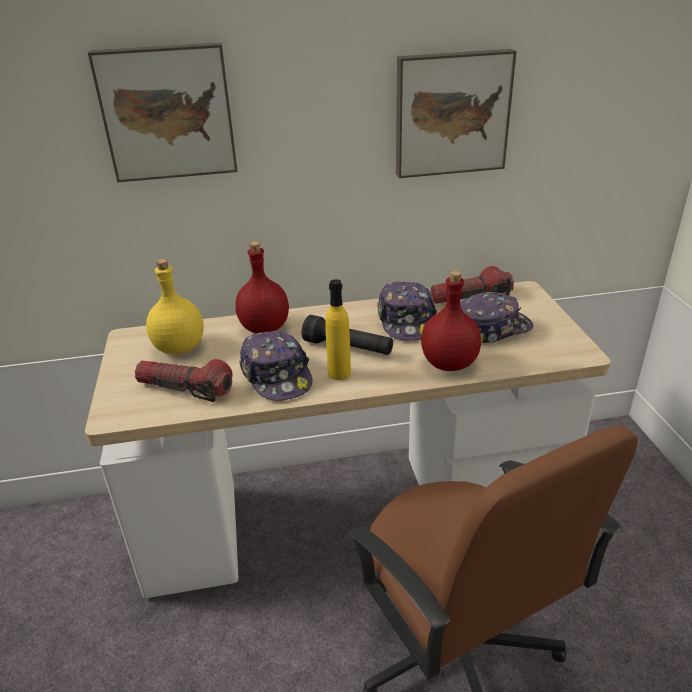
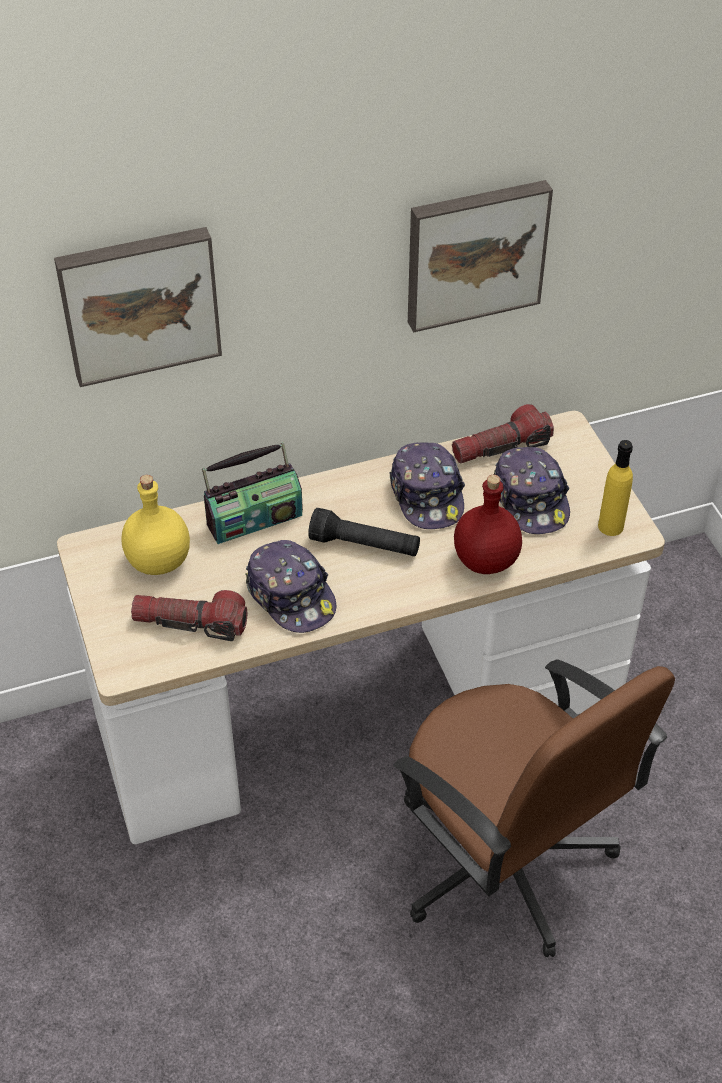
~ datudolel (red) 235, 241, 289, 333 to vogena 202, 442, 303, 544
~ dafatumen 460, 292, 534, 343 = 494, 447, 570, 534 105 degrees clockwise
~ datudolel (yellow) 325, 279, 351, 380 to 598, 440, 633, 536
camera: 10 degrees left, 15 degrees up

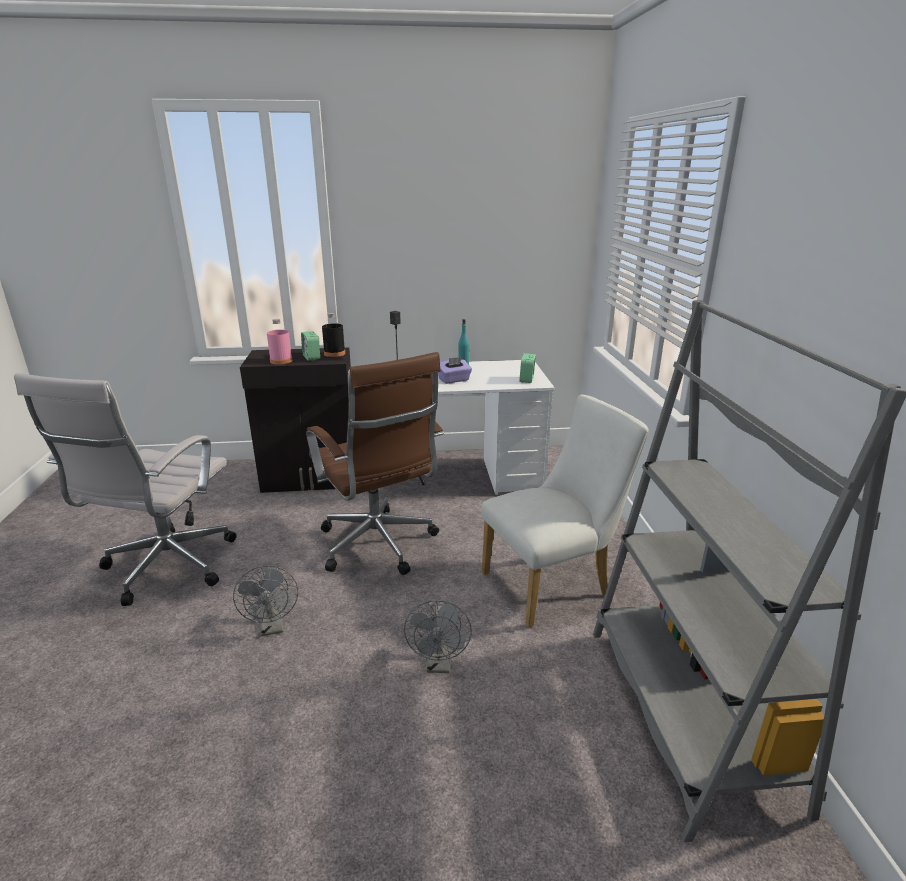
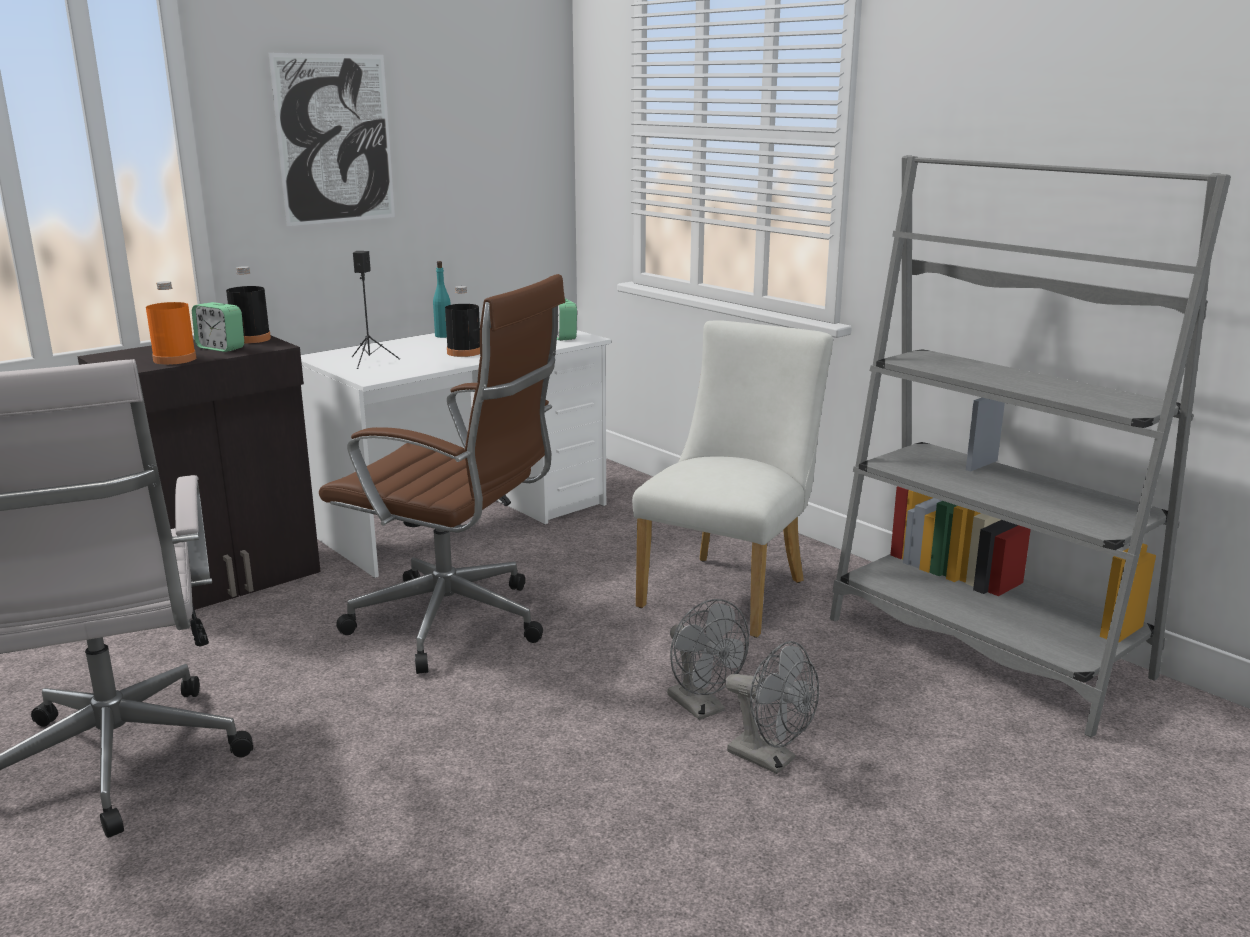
~ datudolel (pink) 267, 319, 293, 365 to datudolel (orange) 146, 281, 196, 365
+ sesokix 269, 53, 395, 226
~ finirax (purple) 438, 357, 472, 384 to datudolel (black) 445, 286, 480, 357
~ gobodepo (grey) 233, 566, 298, 636 to 725, 641, 819, 774
camera: 35 degrees left, 5 degrees down

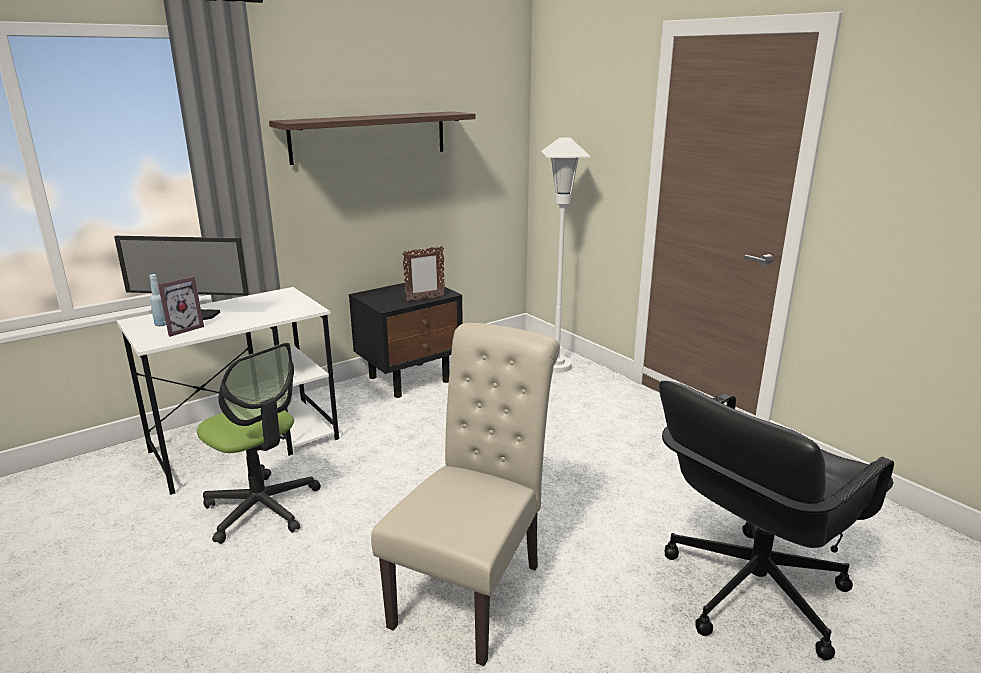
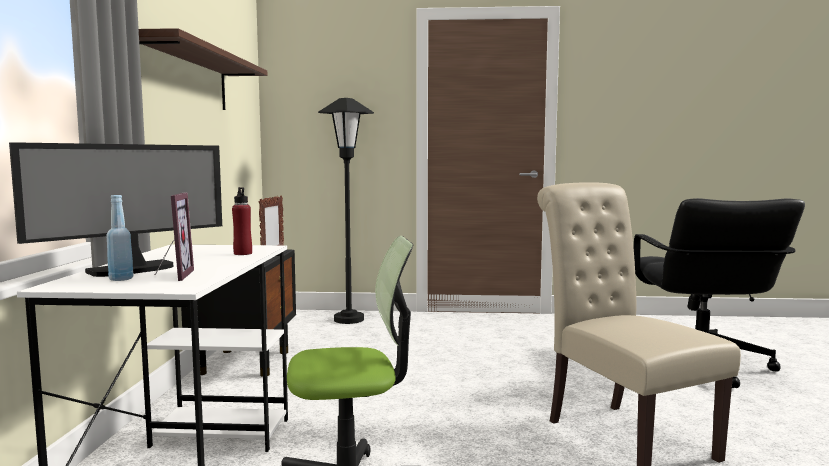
+ datudolel (red) 232, 187, 252, 255
~ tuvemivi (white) 541, 138, 591, 373 to tuvemivi (black) 318, 98, 374, 324
camera: 50 degrees left, 15 degrees down

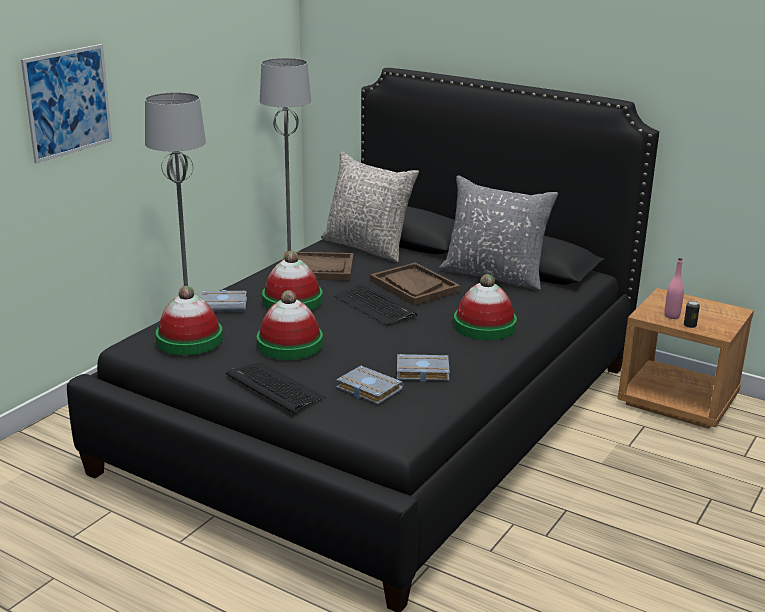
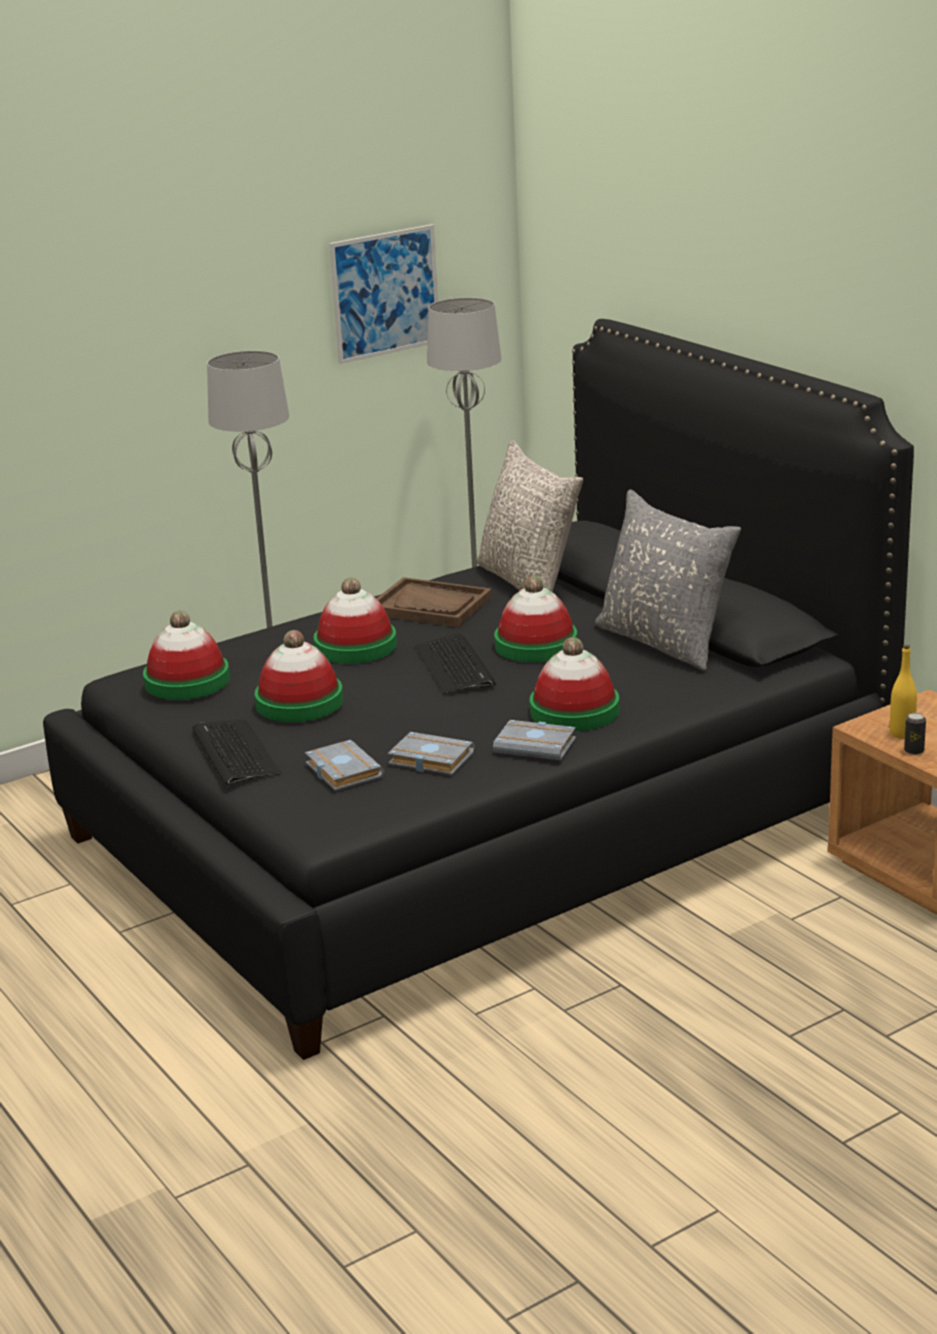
~ sesokix 21, 44, 112, 163 to 329, 224, 438, 364
~ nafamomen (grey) 200, 290, 247, 312 to 493, 720, 576, 760
~ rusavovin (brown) 370, 263, 460, 306 to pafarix 494, 576, 577, 662
~ datudolel (pink) 664, 258, 684, 319 to datudolel (yellow) 890, 645, 917, 739
camera: 25 degrees right, 0 degrees up

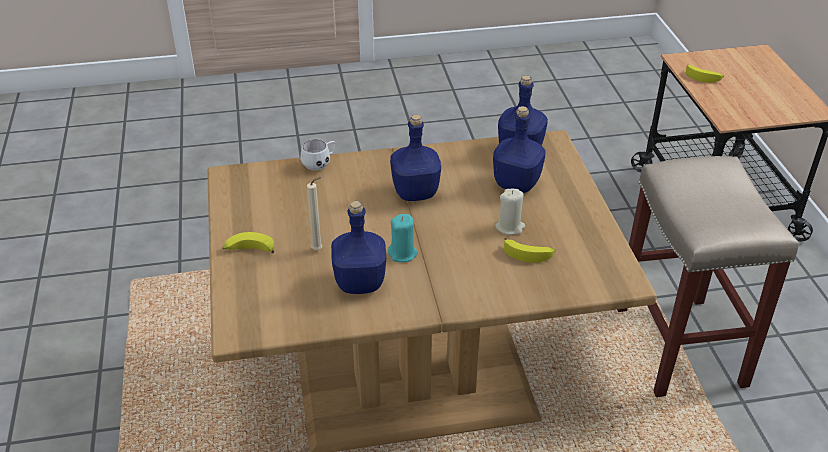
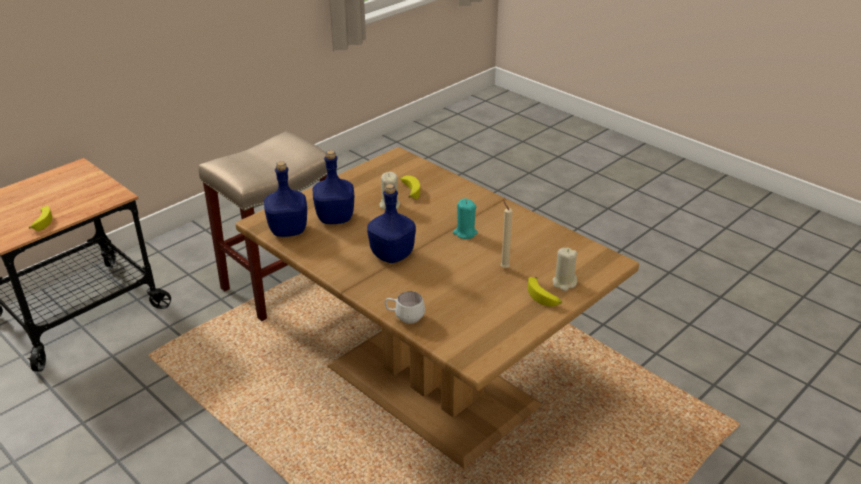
+ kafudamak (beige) 552, 248, 577, 291
- datudolel (blue) 331, 201, 386, 294
camera: 125 degrees left, 5 degrees down

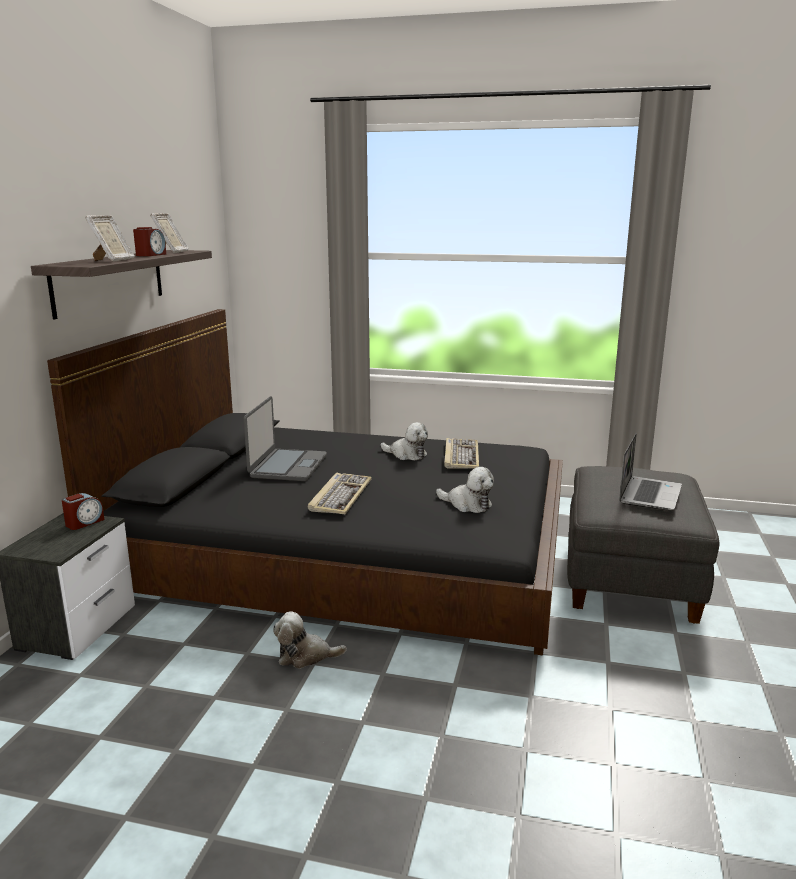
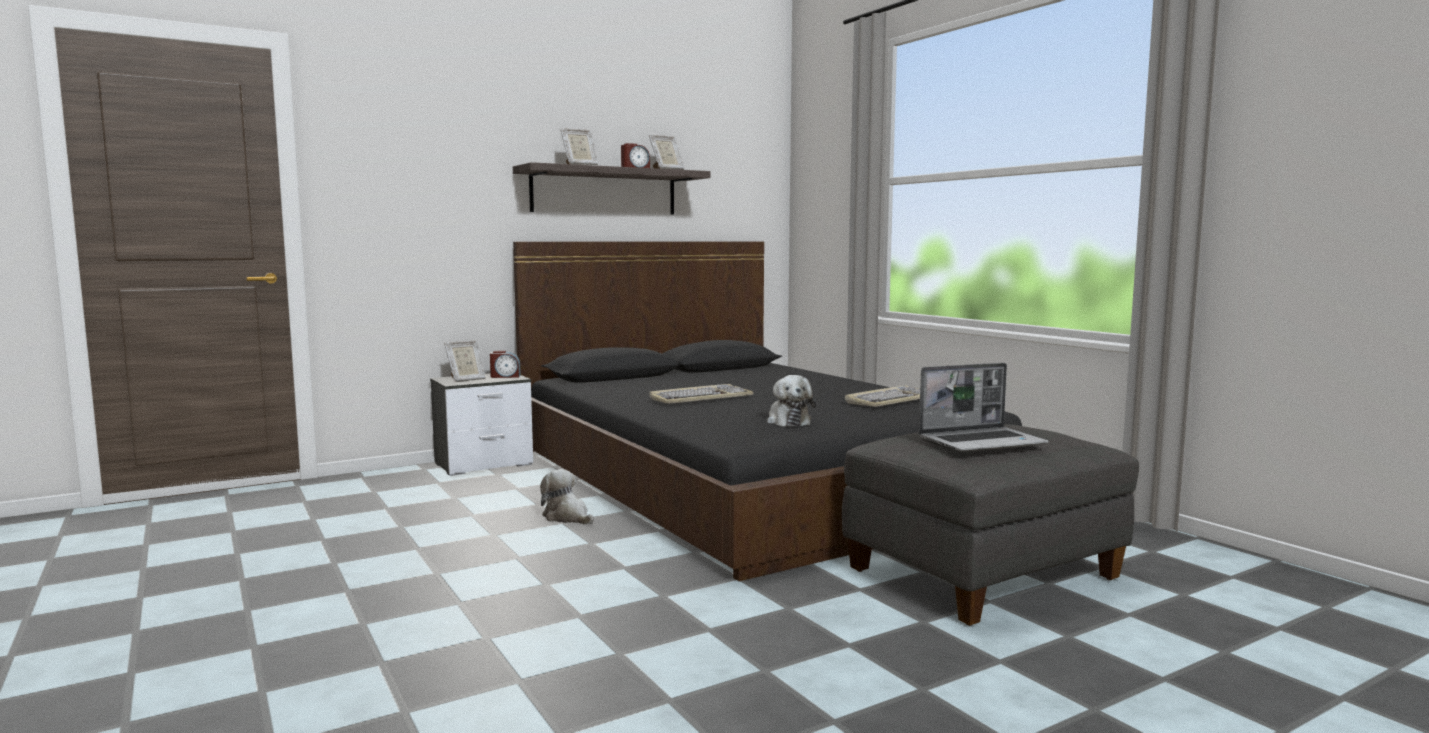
+ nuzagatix 444, 340, 485, 382
- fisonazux 244, 396, 327, 481
- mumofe 381, 422, 428, 460
camera: 45 degrees right, 10 degrees down

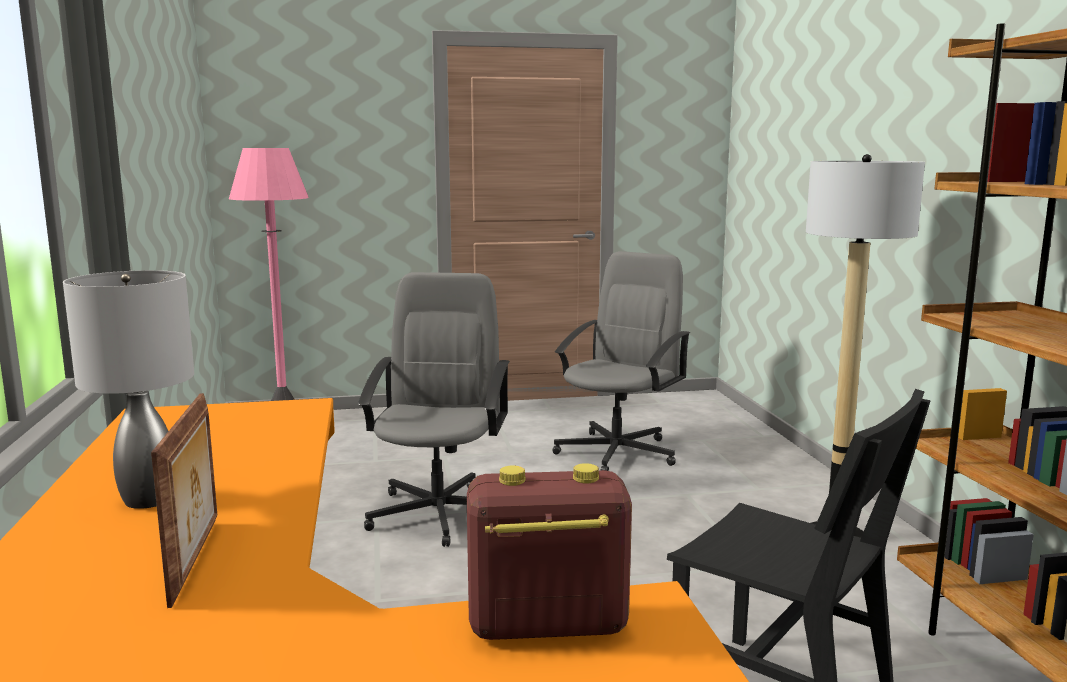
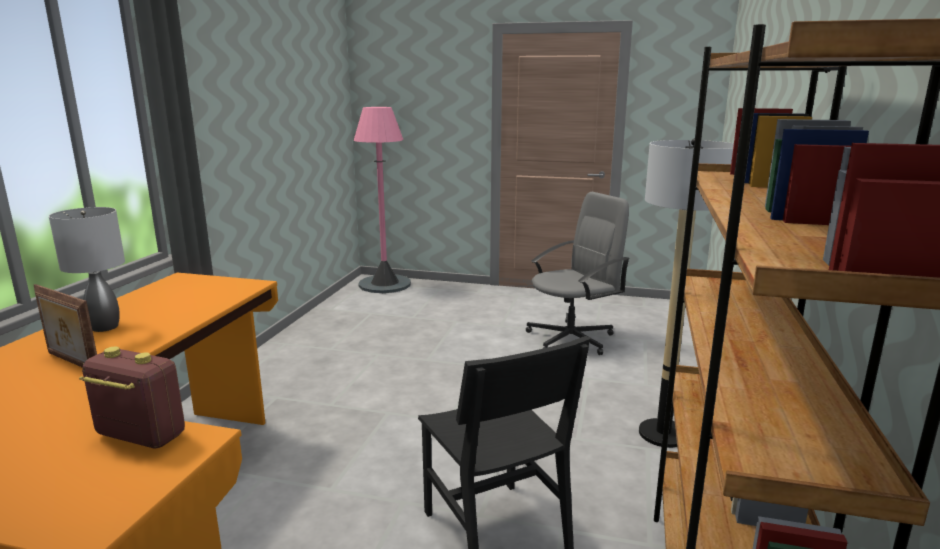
~ nuzagatix 151, 393, 217, 608 = 34, 284, 97, 368 105 degrees clockwise
- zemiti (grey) 358, 272, 510, 547
camera: 25 degrees right, 5 degrees up

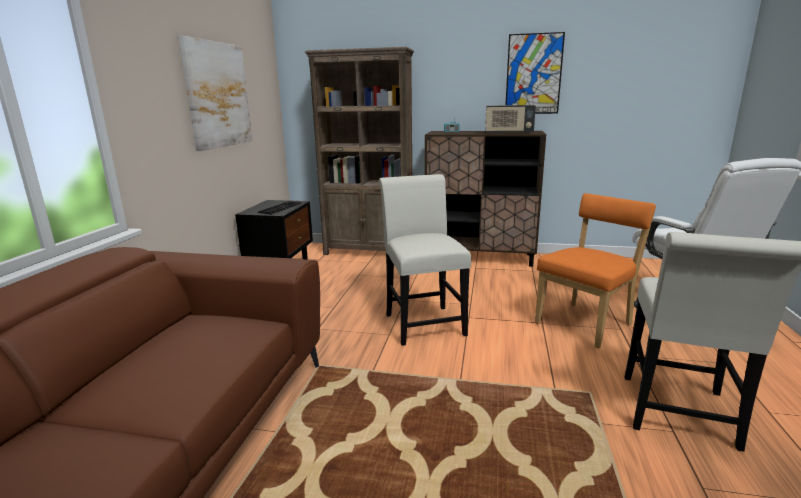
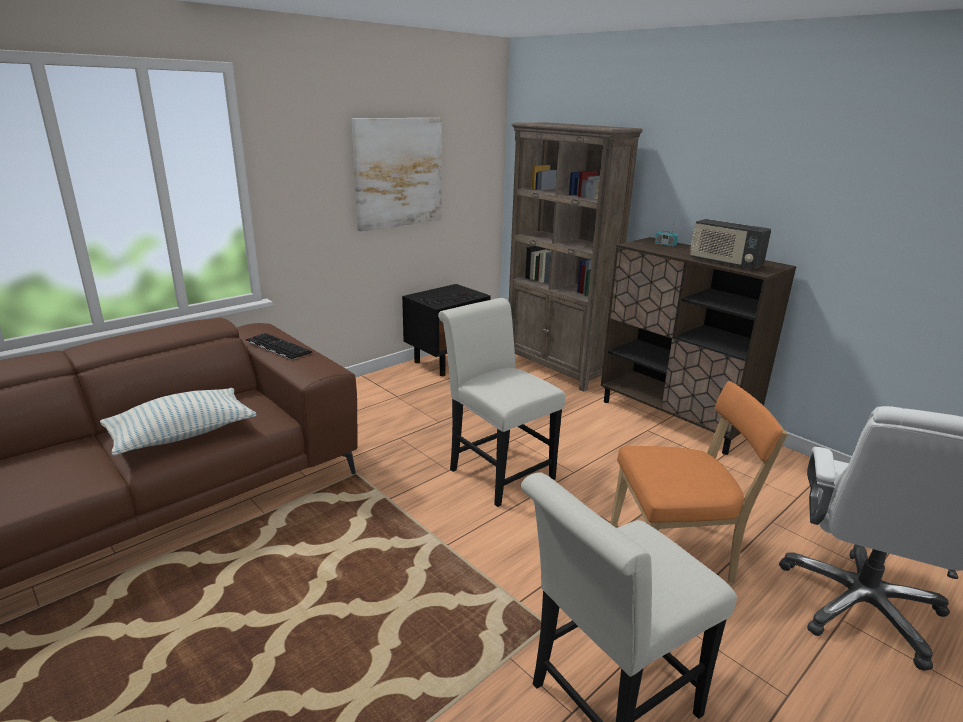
+ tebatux 100, 388, 257, 456
+ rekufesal 246, 333, 312, 360
~ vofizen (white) 379, 174, 471, 346 = 438, 298, 566, 507 60 degrees counterclockwise
- sesokix 505, 32, 565, 114
camera: 35 degrees right, 5 degrees up

